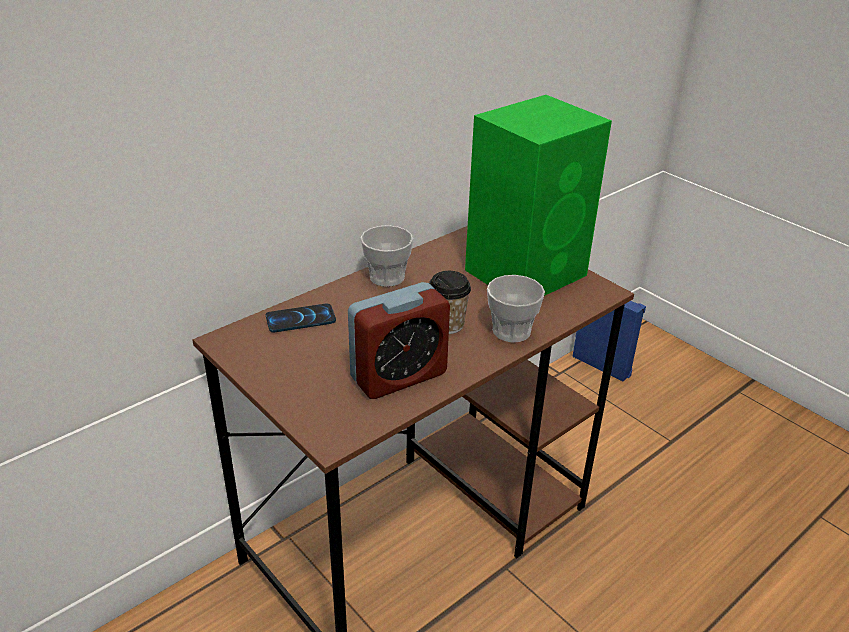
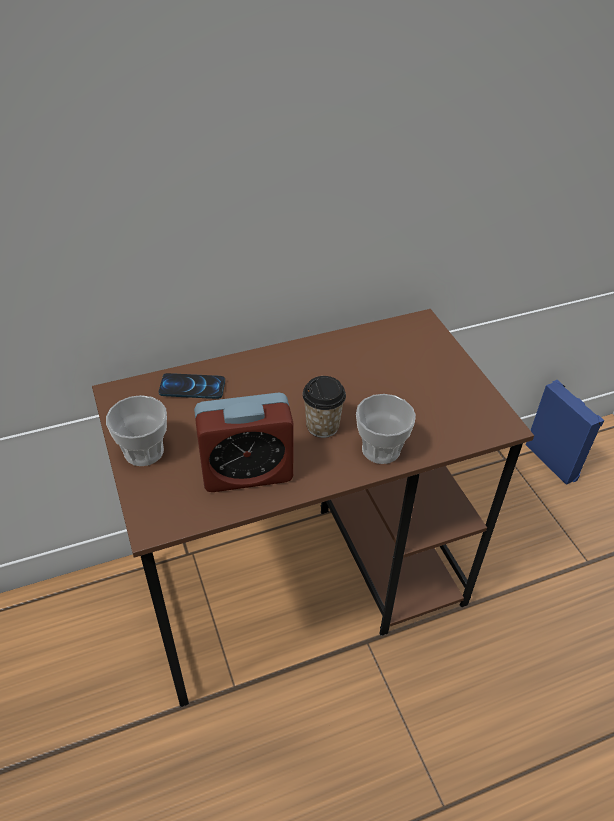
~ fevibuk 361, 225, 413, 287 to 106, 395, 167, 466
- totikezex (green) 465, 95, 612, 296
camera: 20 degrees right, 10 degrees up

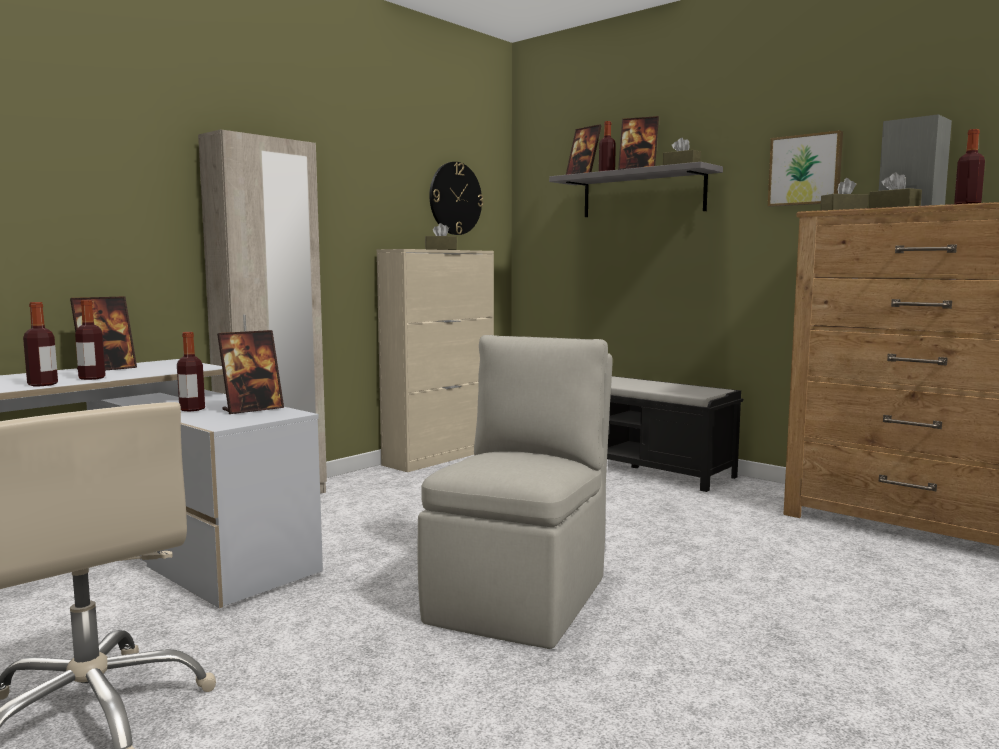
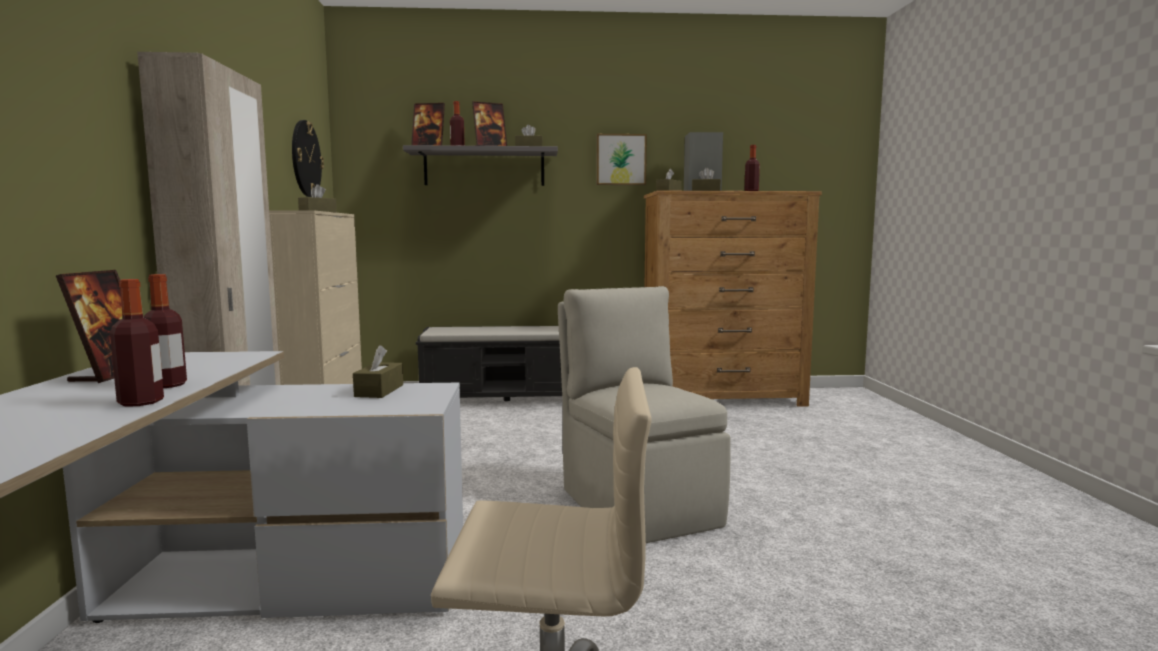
~ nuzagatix 217, 330, 284, 414 to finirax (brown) 353, 345, 403, 398
- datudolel 177, 332, 205, 411
camera: 45 degrees left, 0 degrees up

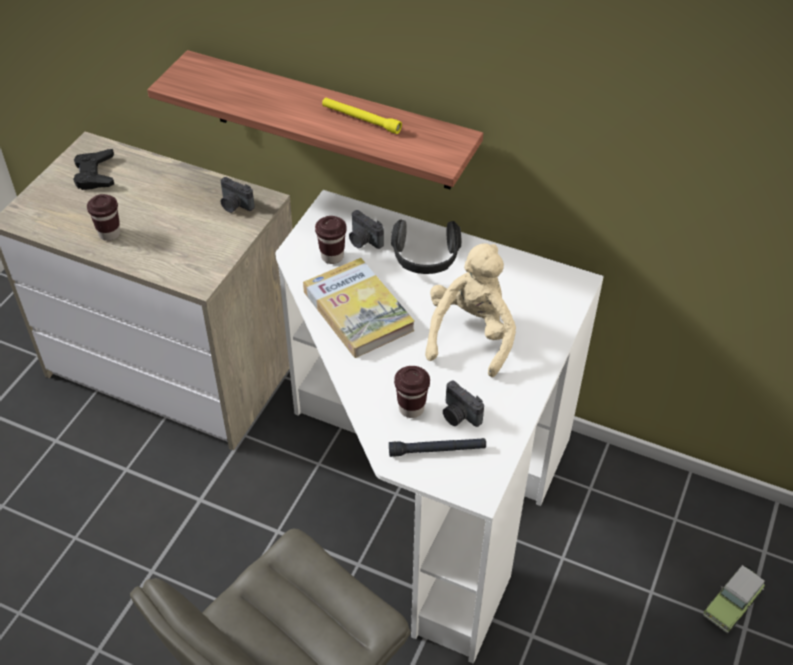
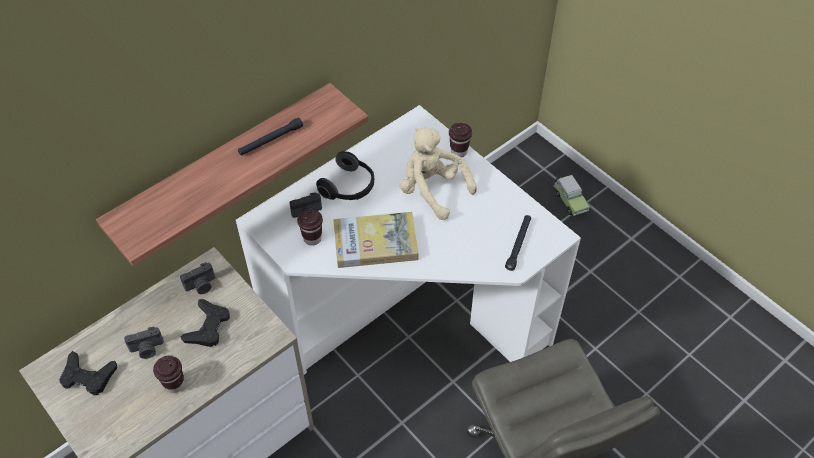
~ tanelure 443, 381, 484, 427 to 124, 327, 164, 359
+ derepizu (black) 181, 299, 230, 347
~ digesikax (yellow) 322, 98, 402, 134 to digesikax (black) 238, 117, 303, 155
~ fevibuk (brown) 394, 366, 430, 418 to 449, 123, 472, 158
camera: 65 degrees left, 5 degrees up

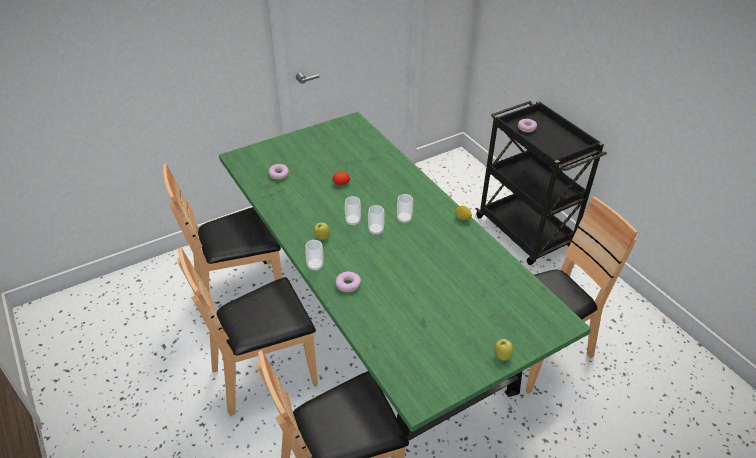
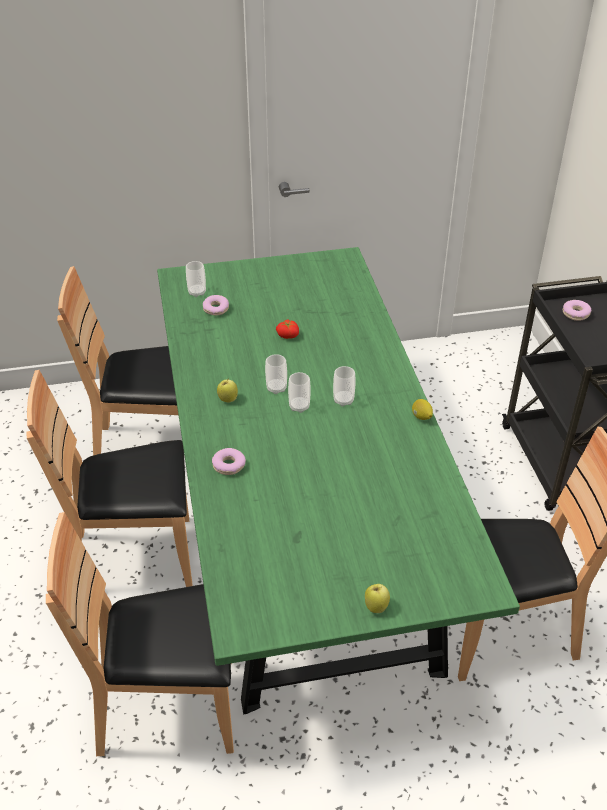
~ fevibuk 305, 240, 324, 271 to 186, 261, 206, 297
camera: 20 degrees right, 0 degrees up

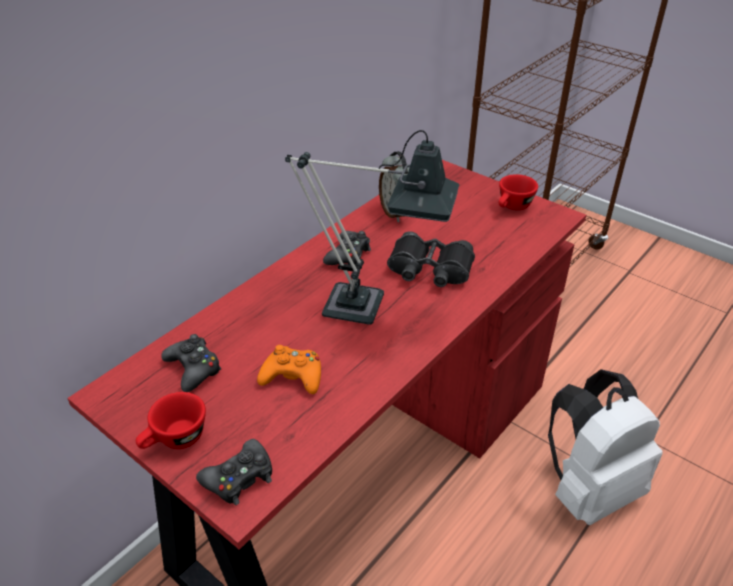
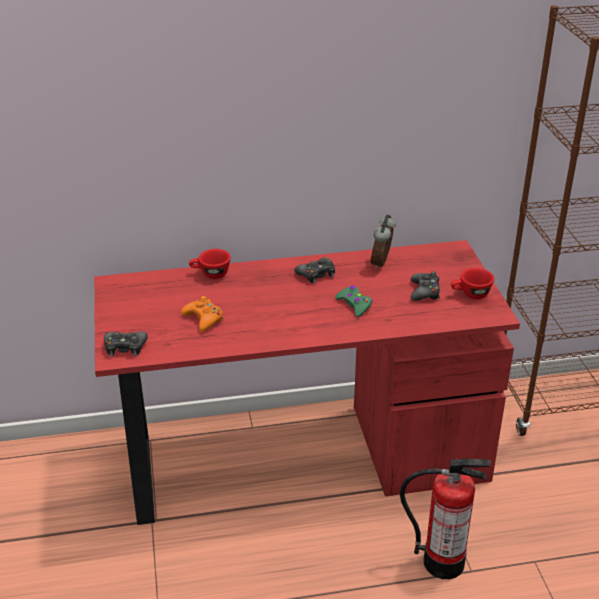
~ fevibuk (red) 136, 392, 206, 449 to 189, 249, 231, 279
~ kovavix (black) 387, 231, 475, 287 to derepizu (green) 335, 285, 372, 317
~ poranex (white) 548, 369, 663, 525 to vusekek 400, 458, 491, 579
~ derepizu (black) 161, 334, 221, 392 to 410, 271, 440, 301
- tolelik 285, 130, 459, 325
camera: 40 degrees right, 5 degrees down

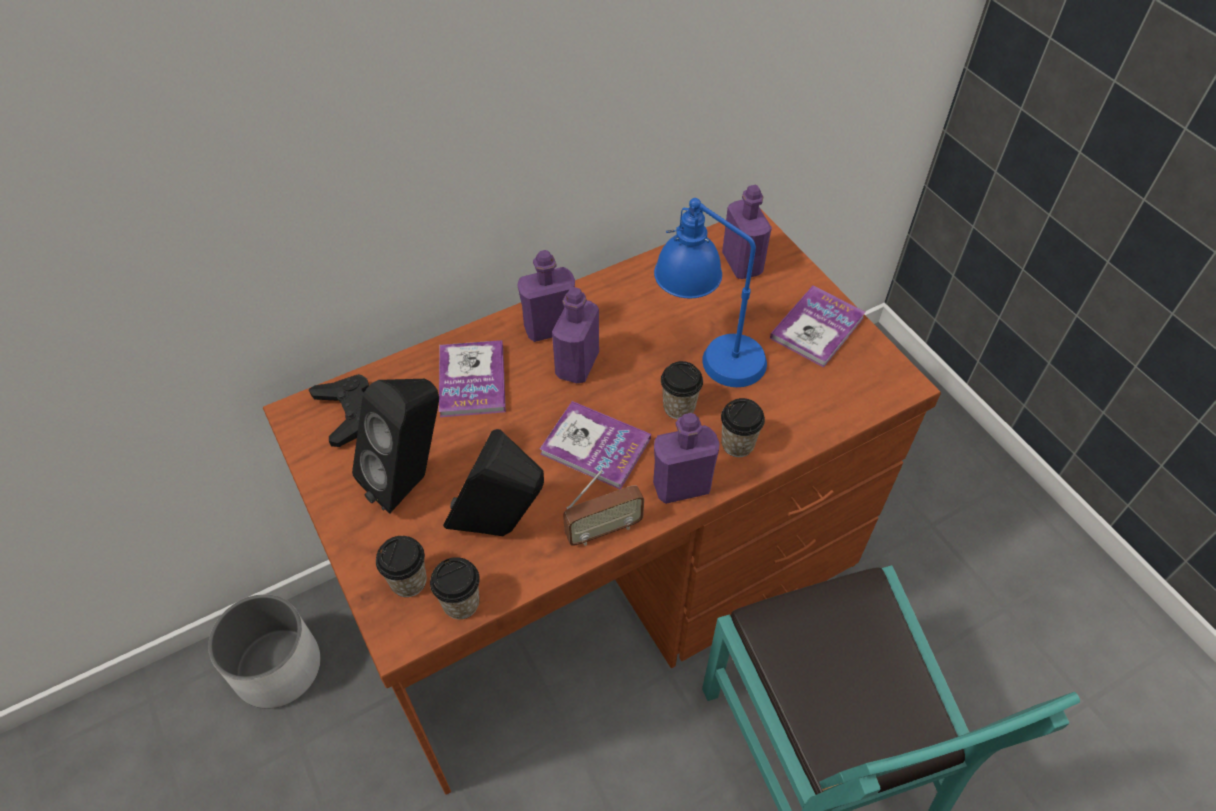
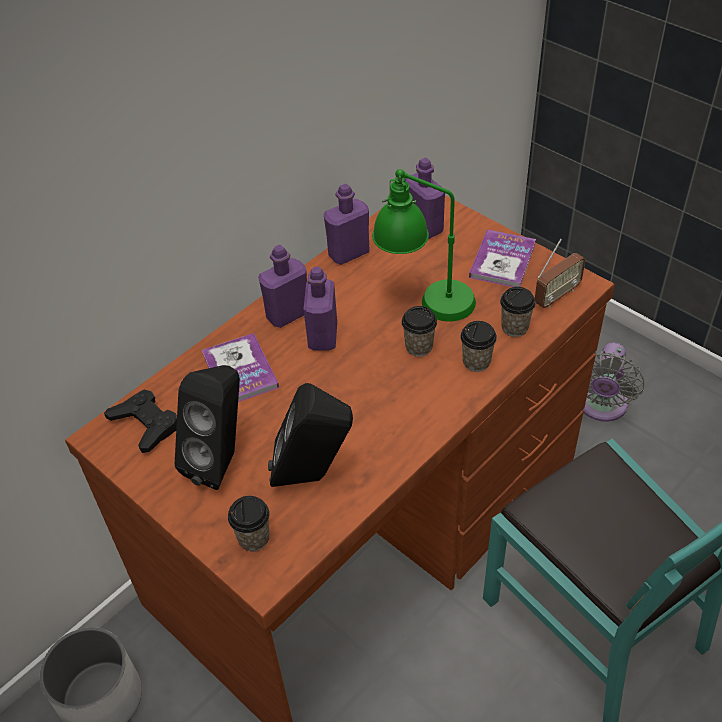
~ datudolel (purple) 653, 413, 720, 504 to 324, 184, 369, 265
~ tolelik (blue) 654, 198, 767, 387 to tolelik (green) 372, 169, 476, 322
~ fevibuk 430, 557, 480, 619 to 500, 287, 536, 337
~ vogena 563, 470, 644, 545 to 535, 239, 586, 308
+ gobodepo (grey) 583, 342, 645, 422
- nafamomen 540, 401, 651, 489
camera: 15 degrees left, 5 degrees down

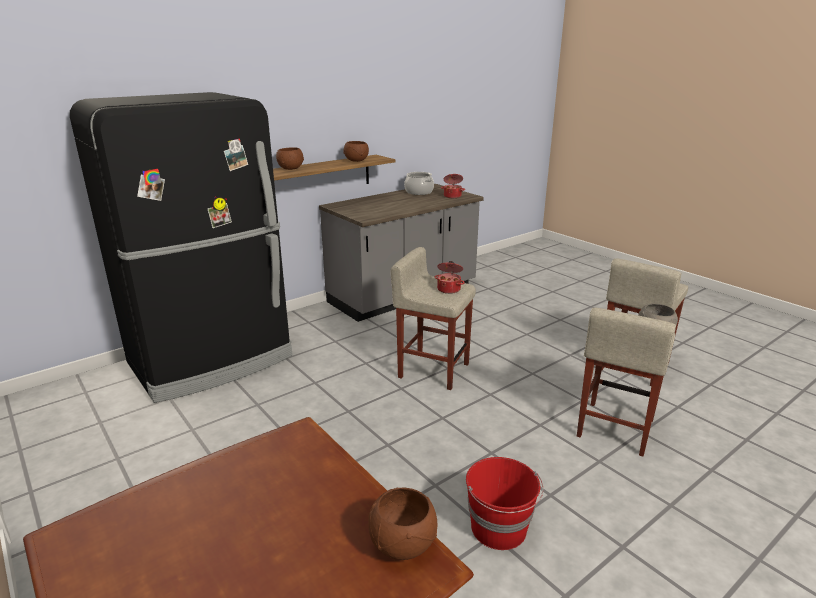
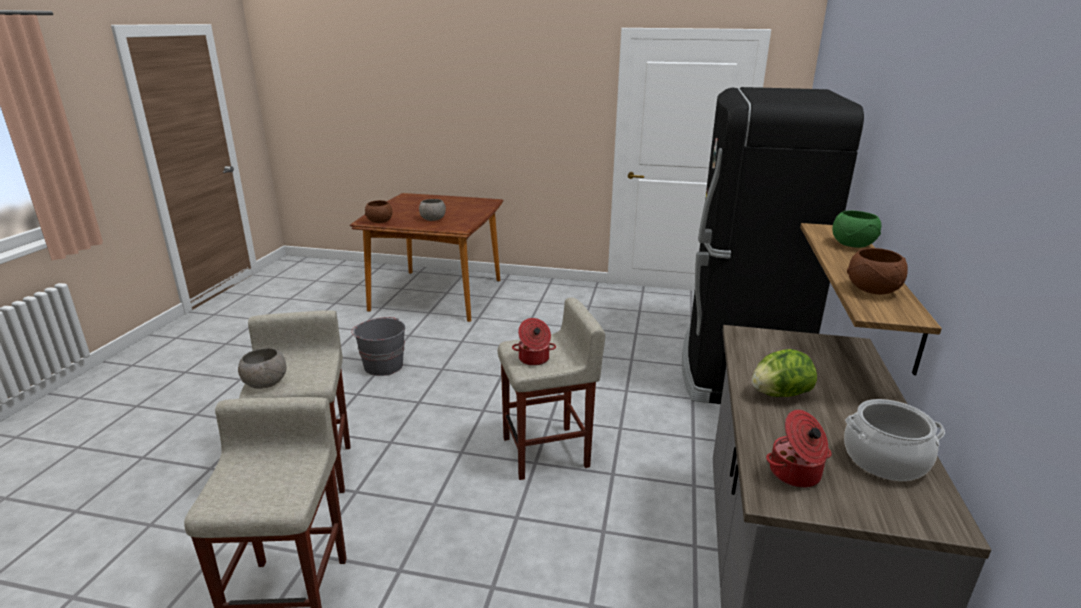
~ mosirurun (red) 466, 457, 543, 550 to mosirurun (grey) 351, 317, 405, 376
+ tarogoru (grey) 419, 199, 446, 221
+ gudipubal 752, 349, 817, 397
~ tarogoru (brown) 276, 147, 304, 170 to tarogoru (green) 833, 210, 881, 248
camera: 140 degrees right, 0 degrees up

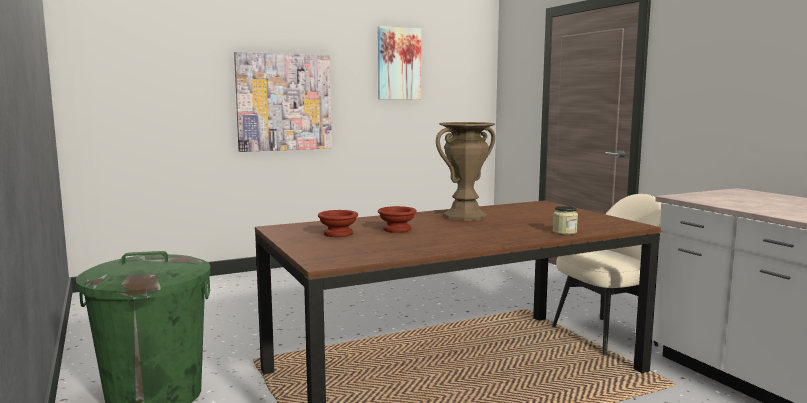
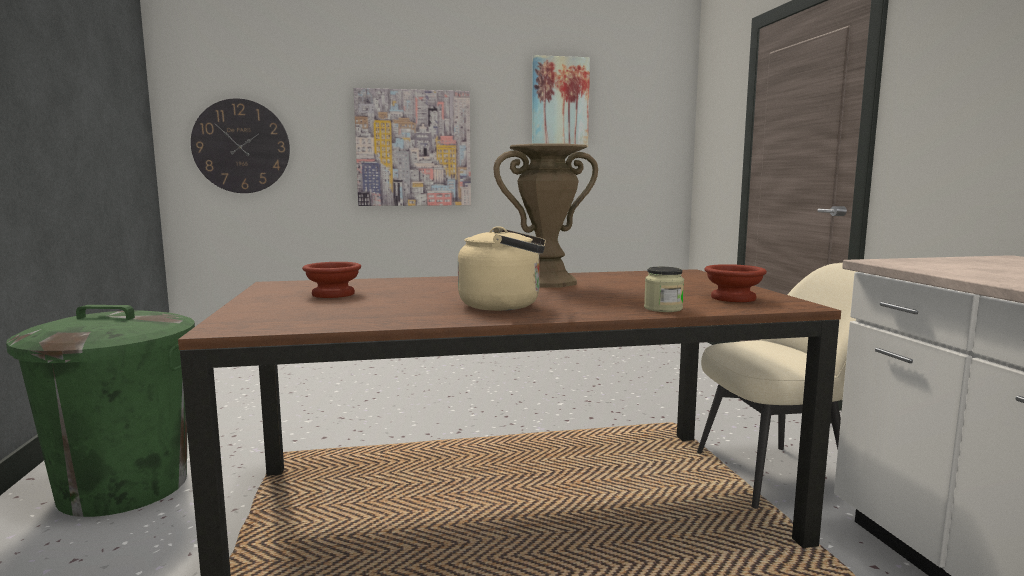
+ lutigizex 191, 98, 290, 193
+ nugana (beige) 458, 226, 546, 311
~ tarogoru (brown) 378, 206, 417, 233 to 704, 264, 767, 302
camera: 15 degrees right, 0 degrees up

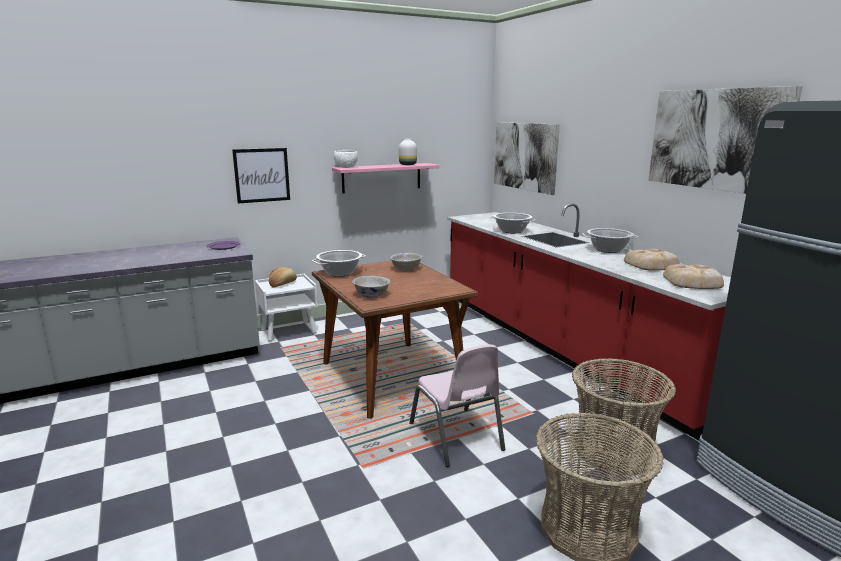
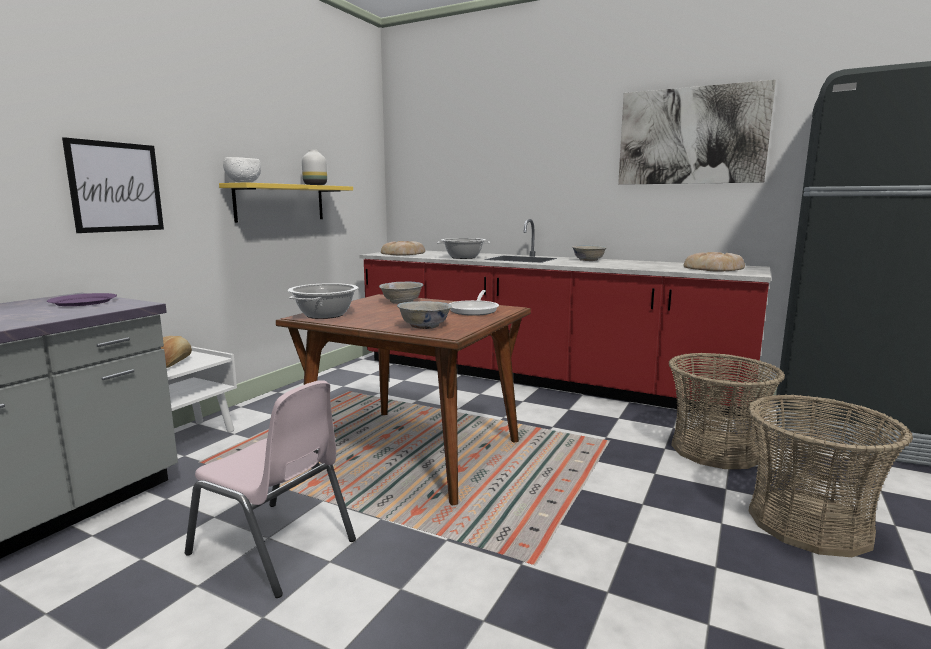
~ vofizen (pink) 409, 345, 505, 467 to 185, 380, 356, 598
~ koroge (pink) 332, 163, 440, 194 to koroge (yellow) 219, 182, 353, 223
~ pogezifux 624, 249, 680, 271 to 381, 241, 425, 256
+ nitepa 449, 290, 499, 316
~ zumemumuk 582, 228, 639, 253 to tarogoru (white) 572, 245, 607, 261
- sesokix 494, 122, 560, 195
camera: 35 degrees left, 5 degrees down

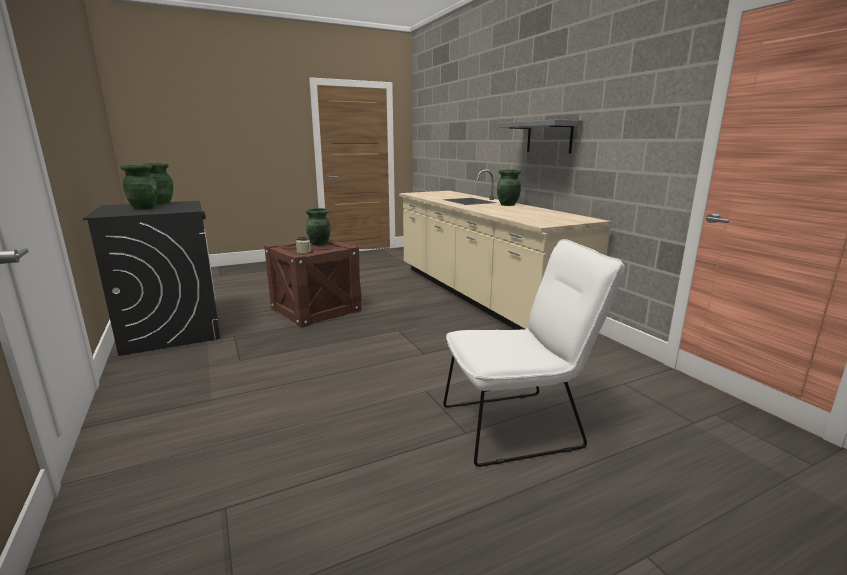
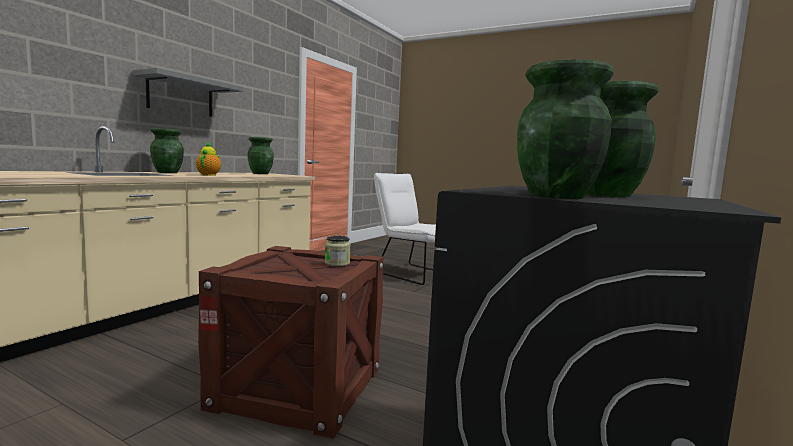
+ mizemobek 196, 142, 221, 176
~ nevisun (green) 306, 208, 330, 246 to 248, 137, 274, 174
camera: 125 degrees left, 10 degrees down

